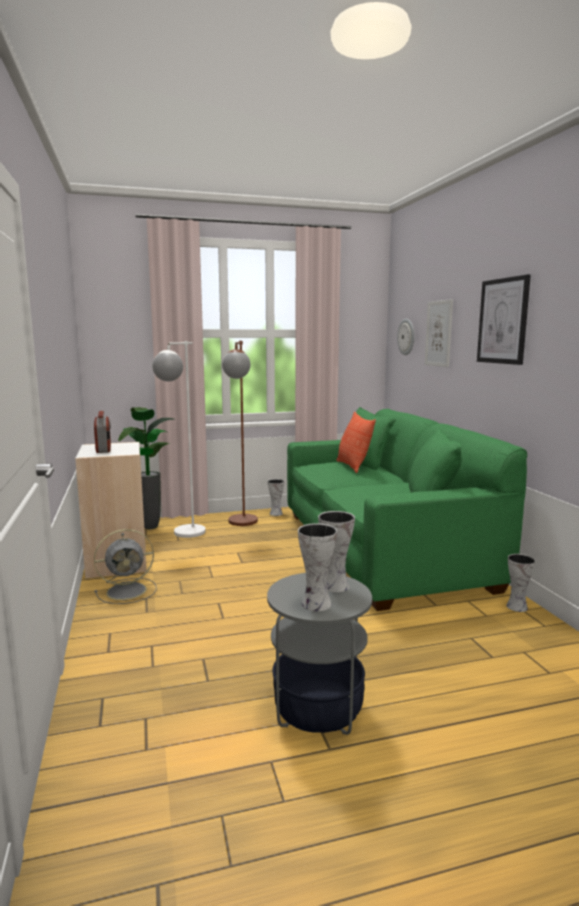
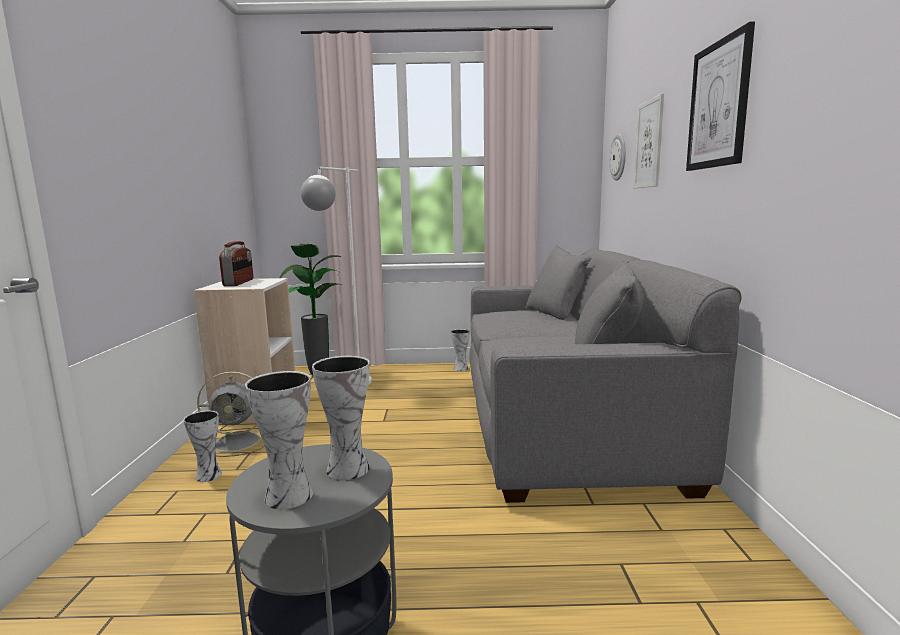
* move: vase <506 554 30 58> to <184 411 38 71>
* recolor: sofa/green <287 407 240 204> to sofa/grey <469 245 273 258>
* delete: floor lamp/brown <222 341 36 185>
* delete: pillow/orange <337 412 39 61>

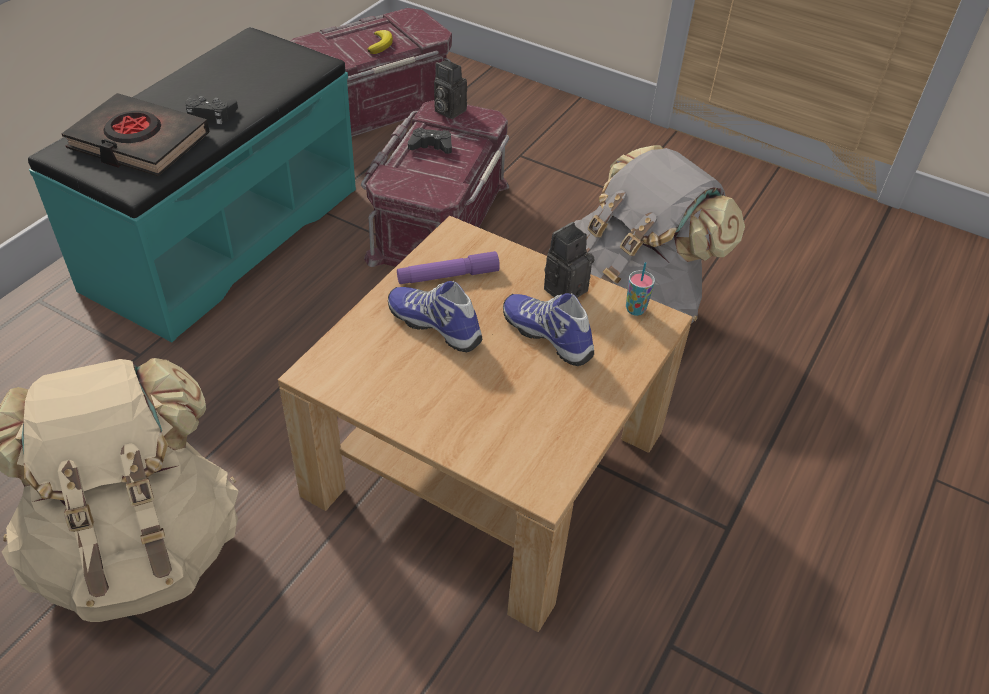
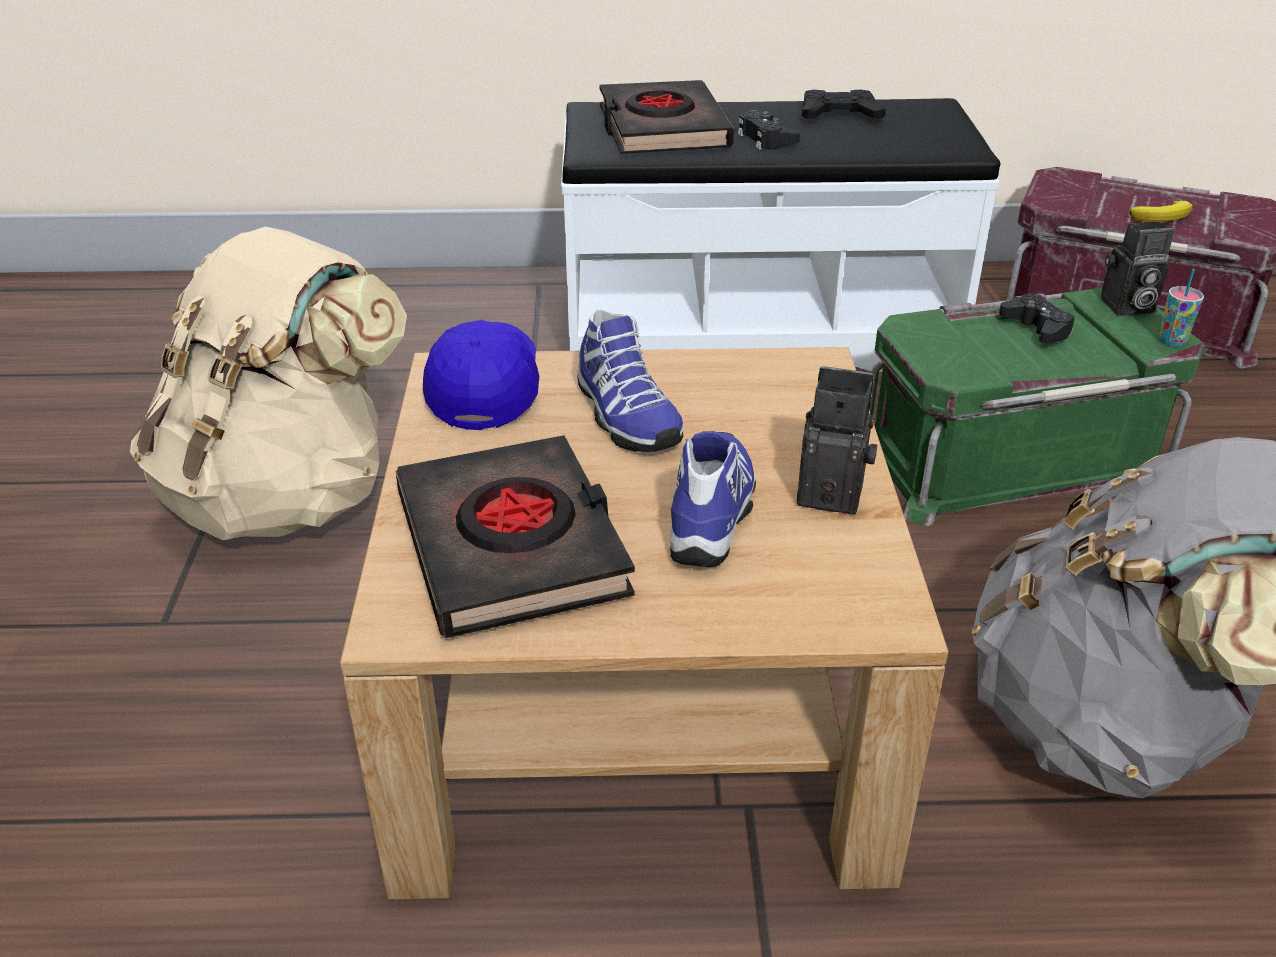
* insert: book/black <396 435 239 203>
* insert: cap/blue <423 320 116 110>
* recolor: bench/turquoise <28 27 328 315> to bench/white <561 98 439 274>
* rotate: shoe <388 281 94 71> = <577 309 106 143> 150 degrees clockwise
* insert: game controller/black <802 89 84 30>
* recolor: storage box/red <361 100 148 167> to storage box/green <870 288 335 238>
* rotate: photo camera <434 59 33 60> = <1101 222 73 94> 105 degrees counterclockwise
* move: cup <626 262 29 54> to <1159 269 45 78>
* delete: flashlight/purple <397 251 103 33>

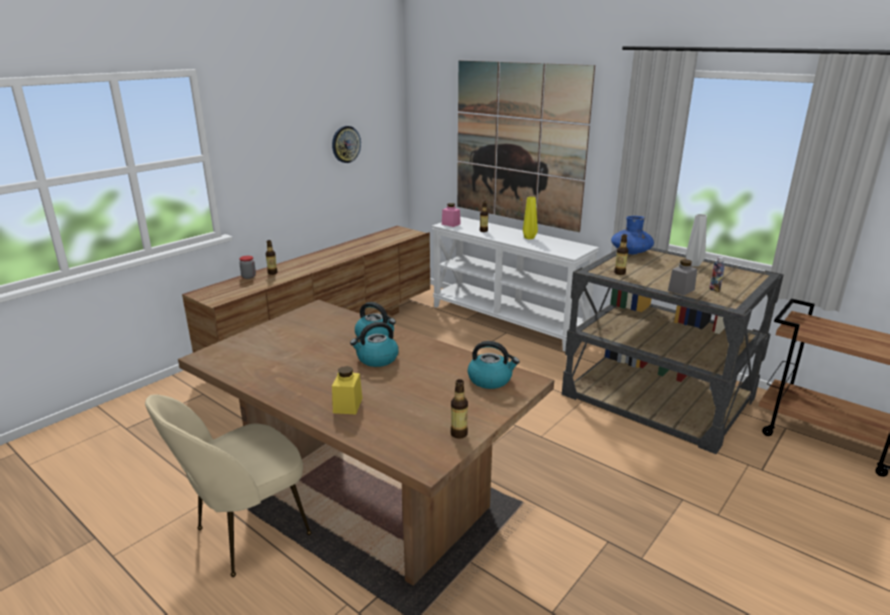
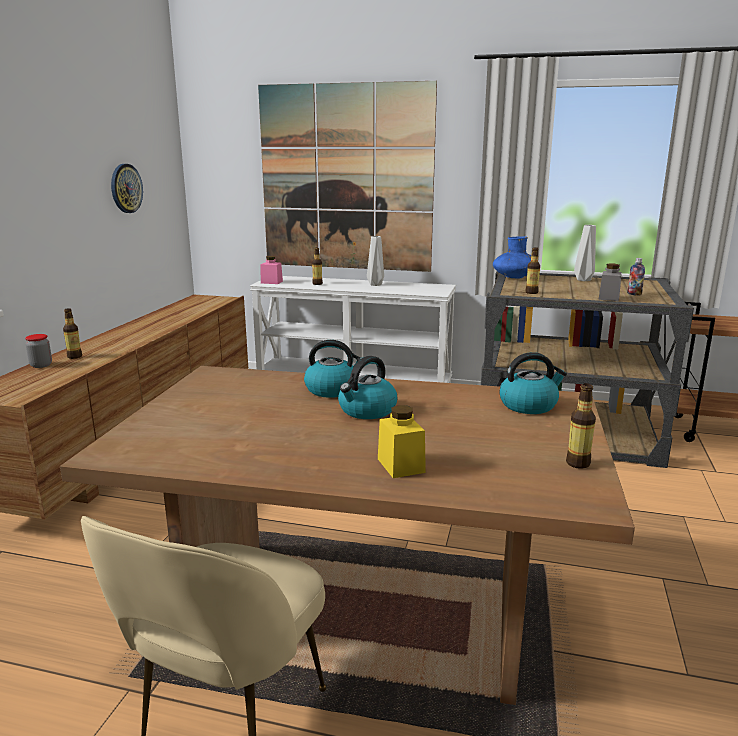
* recolor: vase/yellow <523 197 15 42> to vase/grey <367 236 17 50>

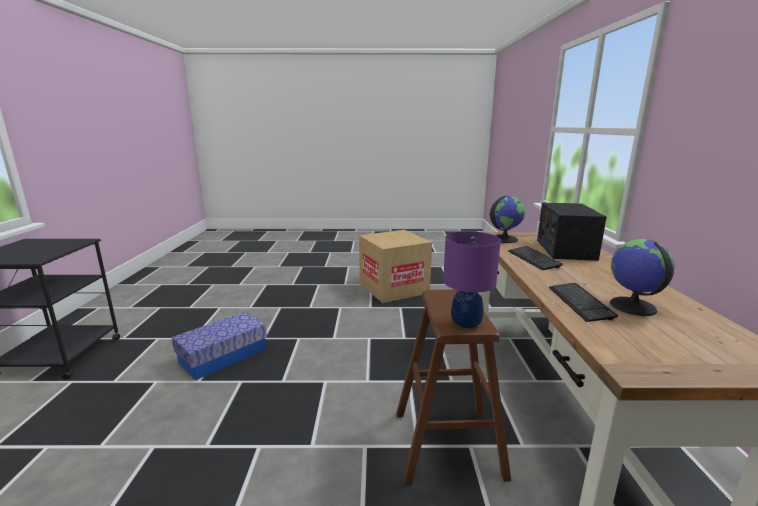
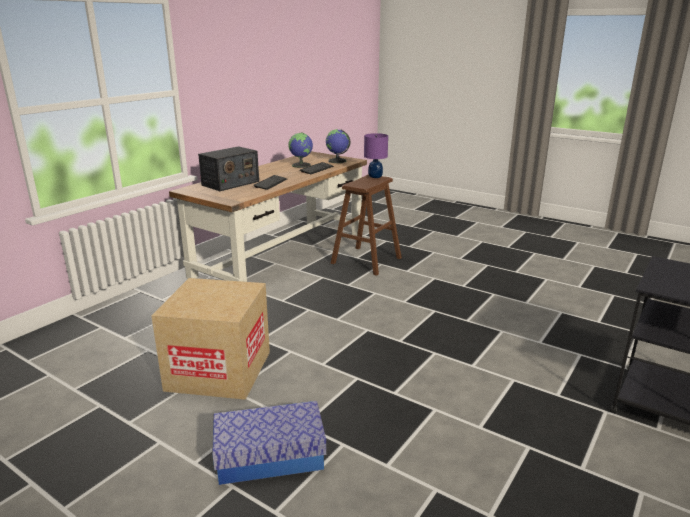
* move: storage box <172 312 95 68> to <212 401 114 84>
* move: globe <490 196 35 47> to <326 129 25 34>

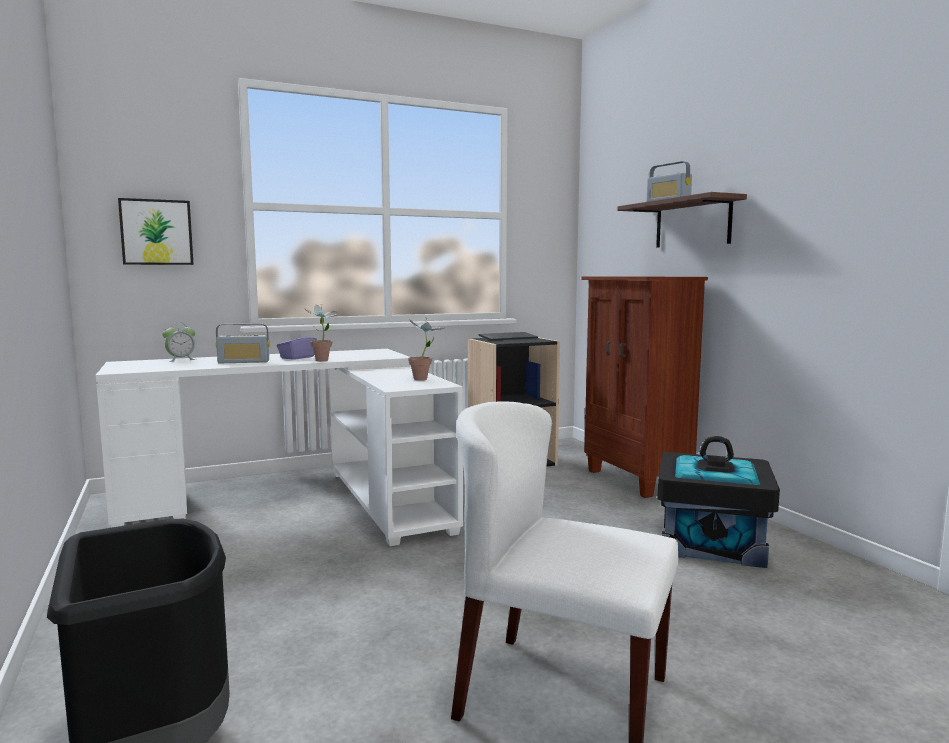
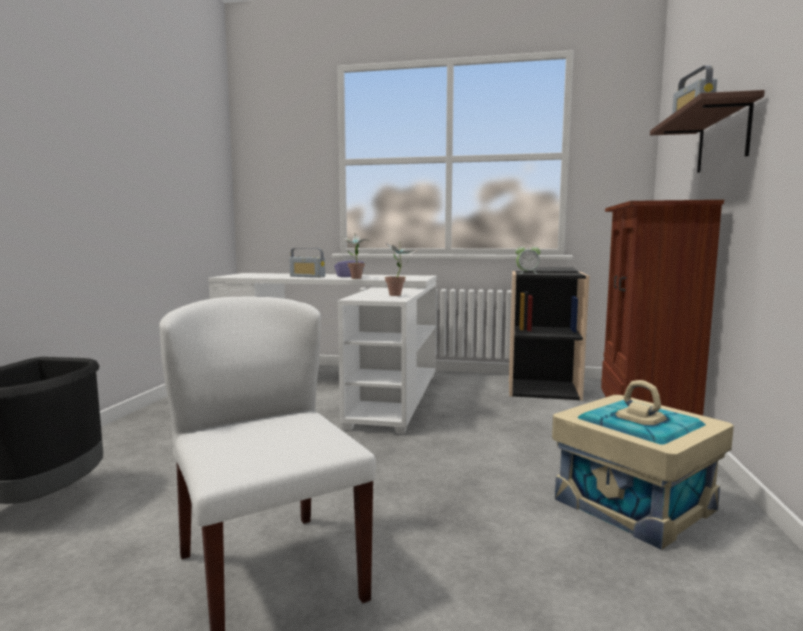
* move: alarm clock <162 322 34 40> to <515 243 26 31>
* recolor: storage box/black <658 436 122 132> to storage box/beige <552 380 182 170>
* delete: picture <118 198 76 67>

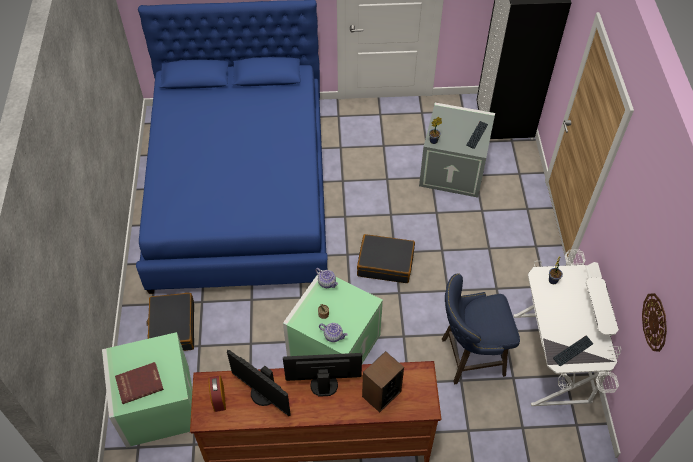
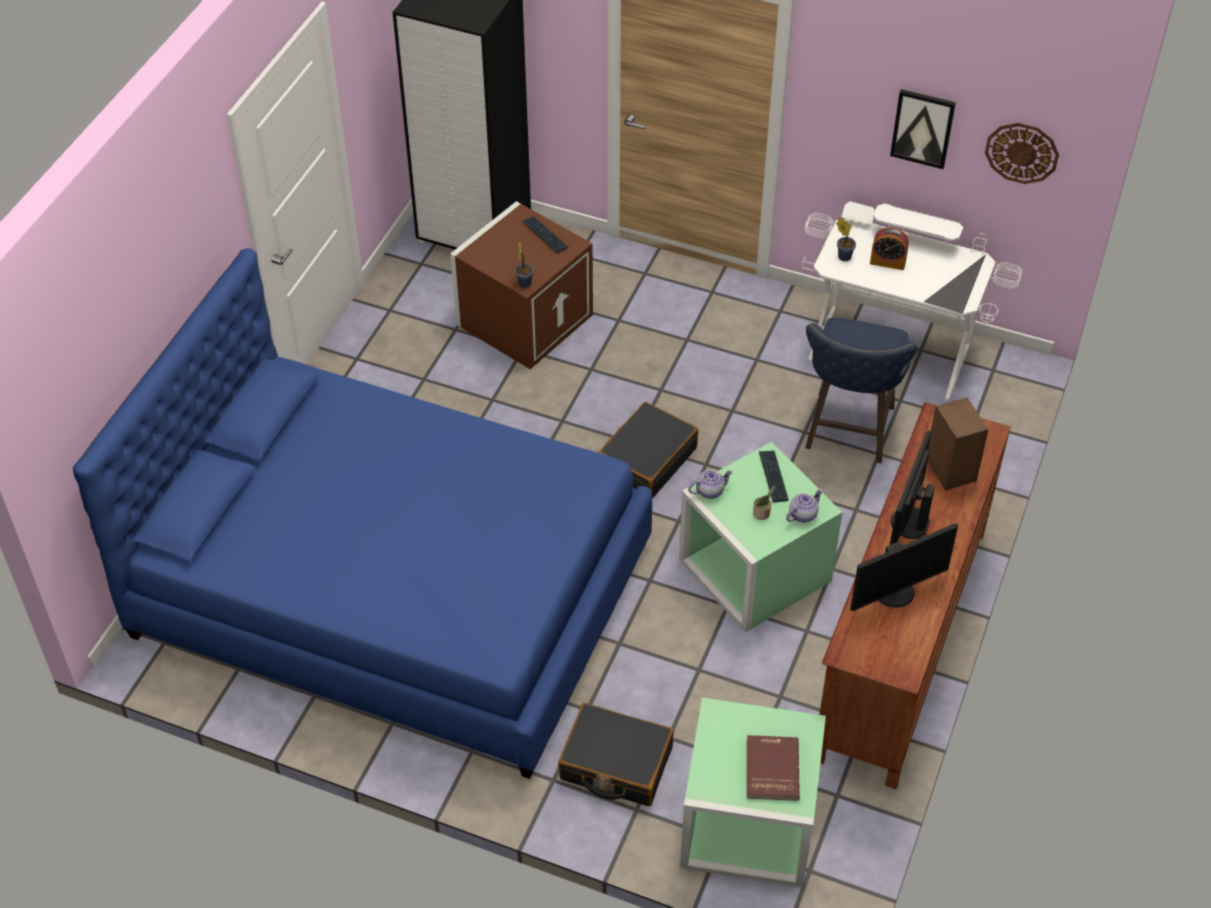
* recolor: storage box/grey <419 103 76 95> to storage box/brown <450 201 143 168>
* move: keyboard <553 335 41 31> to <759 450 30 52>
* move: alarm clock <208 376 18 36> to <870 227 39 43>
* insert: picture <890 89 66 80>

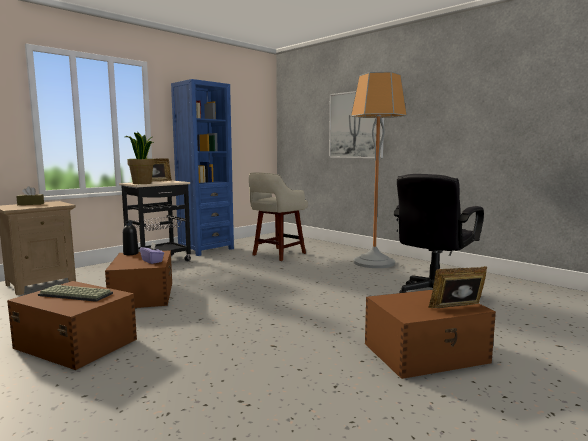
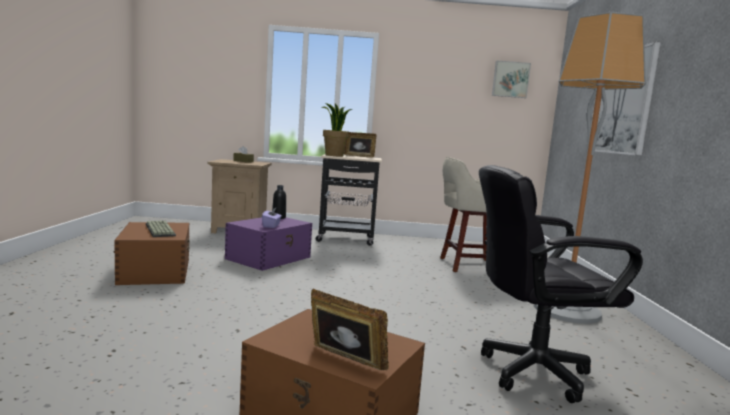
* recolor: storage box/brown <105 250 67 58> to storage box/purple <225 217 87 54>
* insert: picture <492 61 39 37>
* delete: bookcase/blue <171 79 63 177>

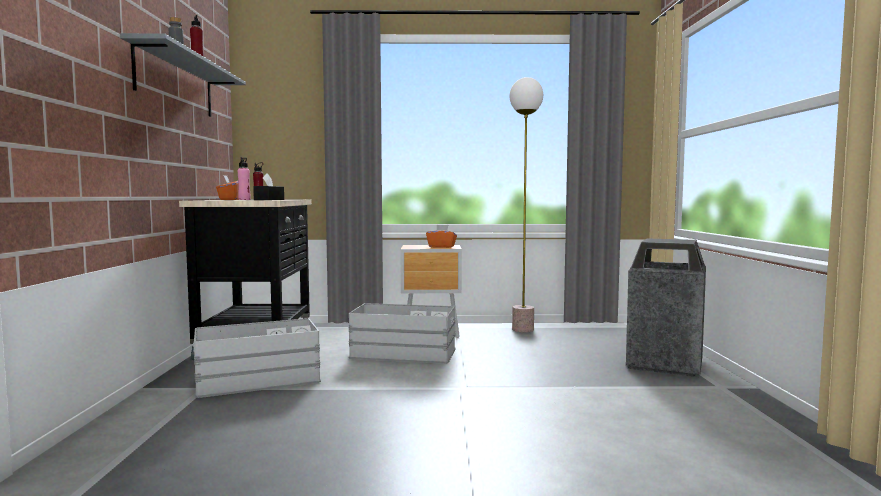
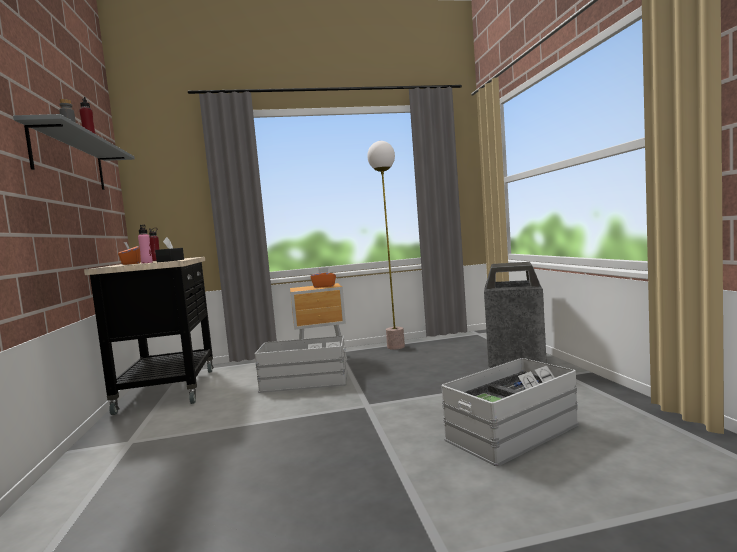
* move: storage box/grey <193 318 128 80> to <441 358 138 108>

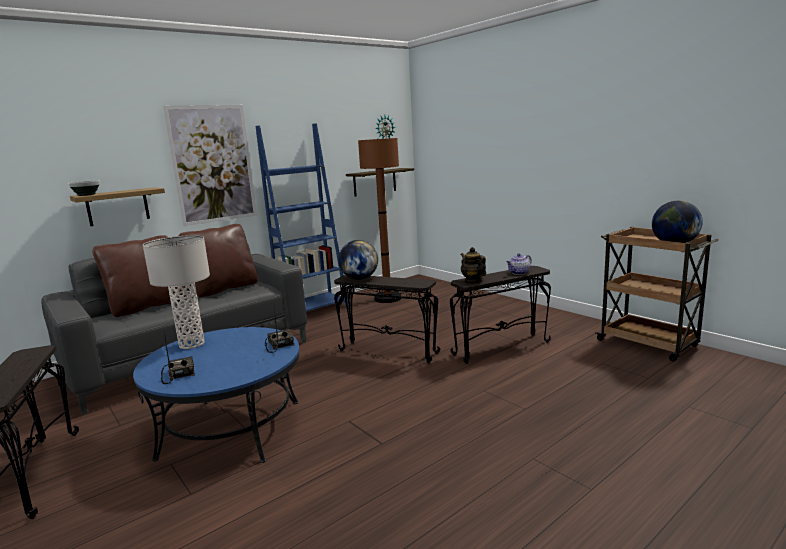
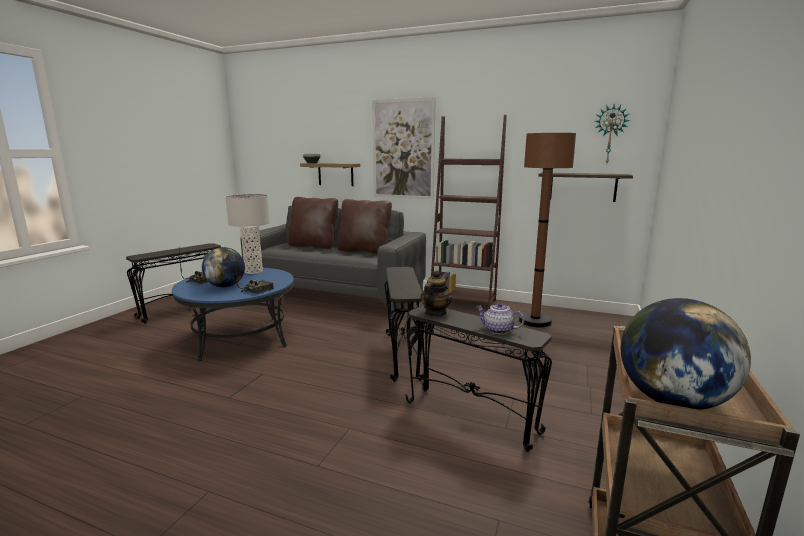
* move: globe <338 240 40 40> to <202 247 43 40>
* recolor: bookcase/blue <256 123 93 189> to bookcase/brown <431 115 76 195>

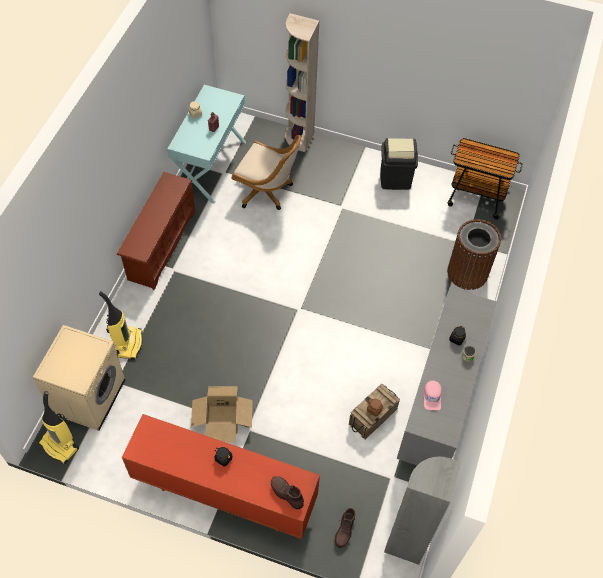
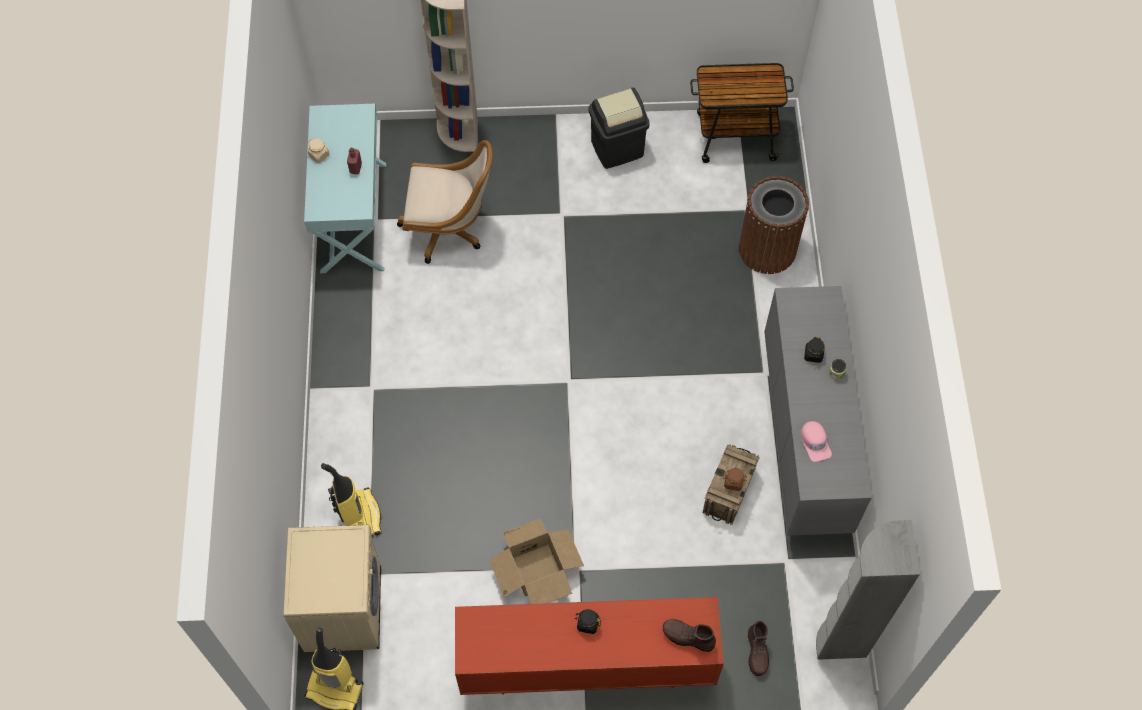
* delete: shoe rack/brown <117 172 78 118>

